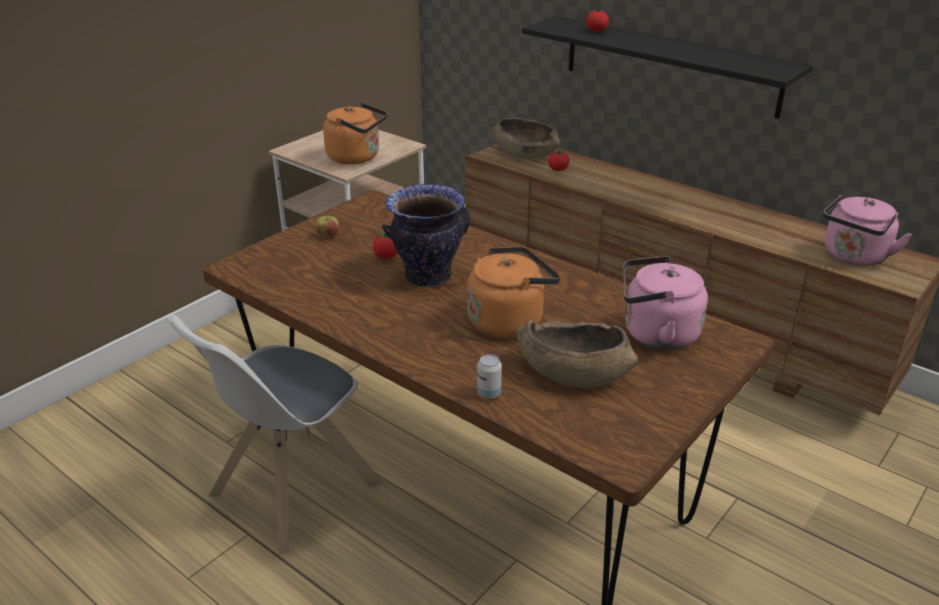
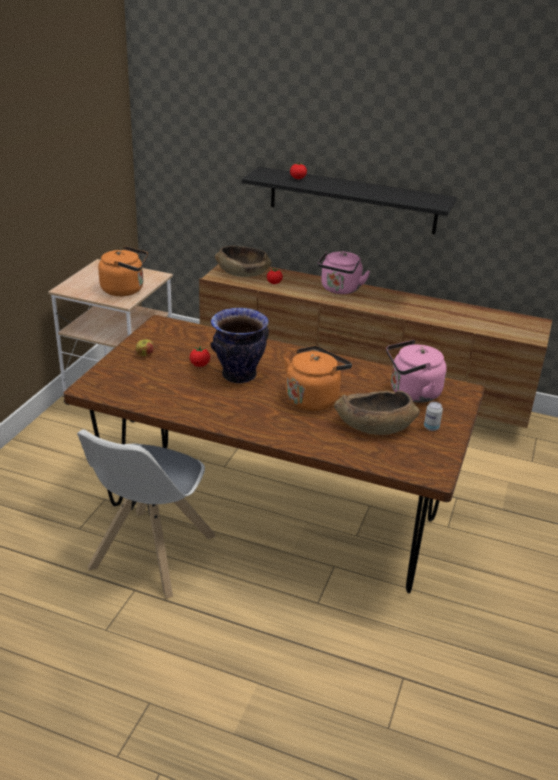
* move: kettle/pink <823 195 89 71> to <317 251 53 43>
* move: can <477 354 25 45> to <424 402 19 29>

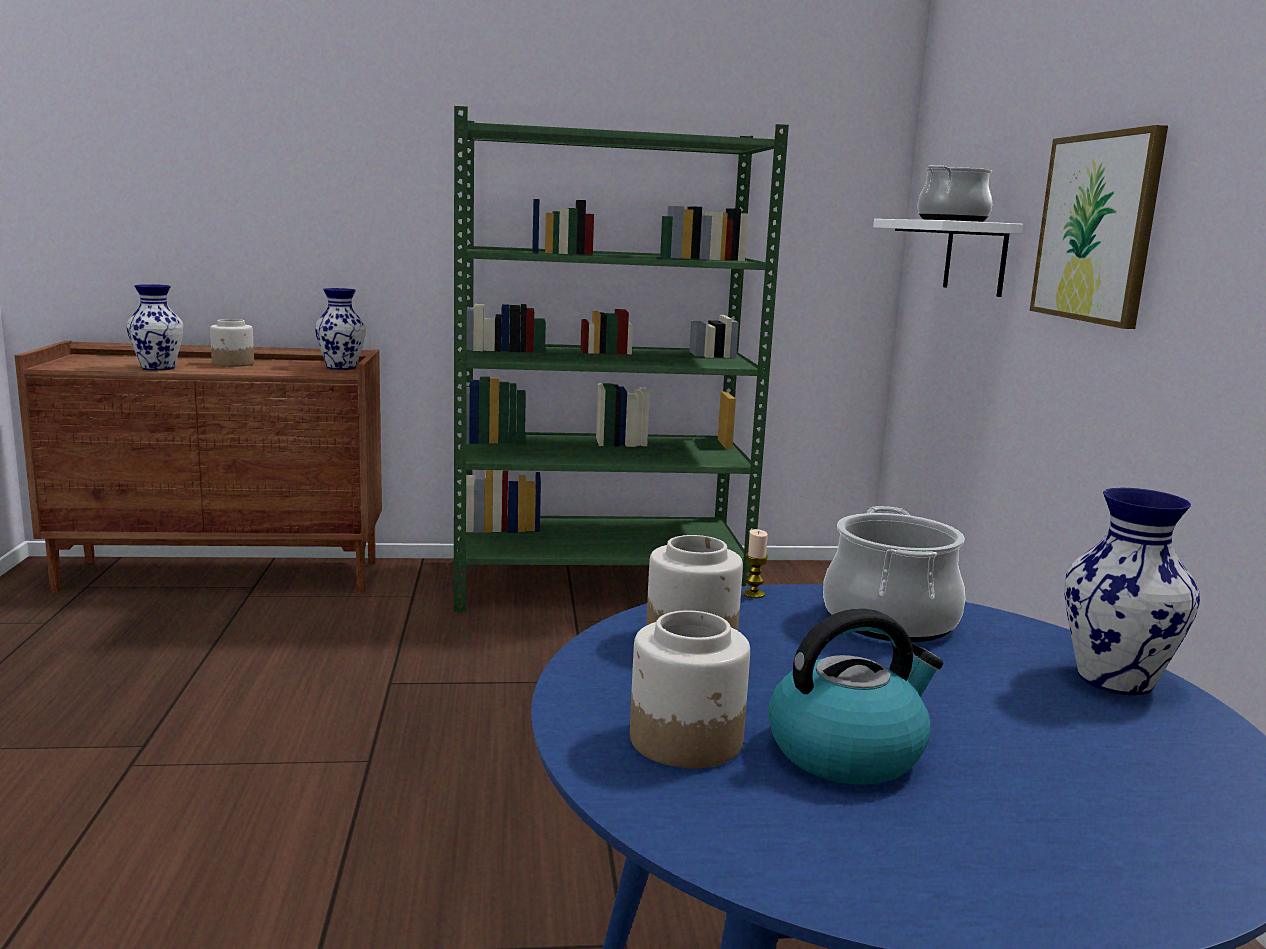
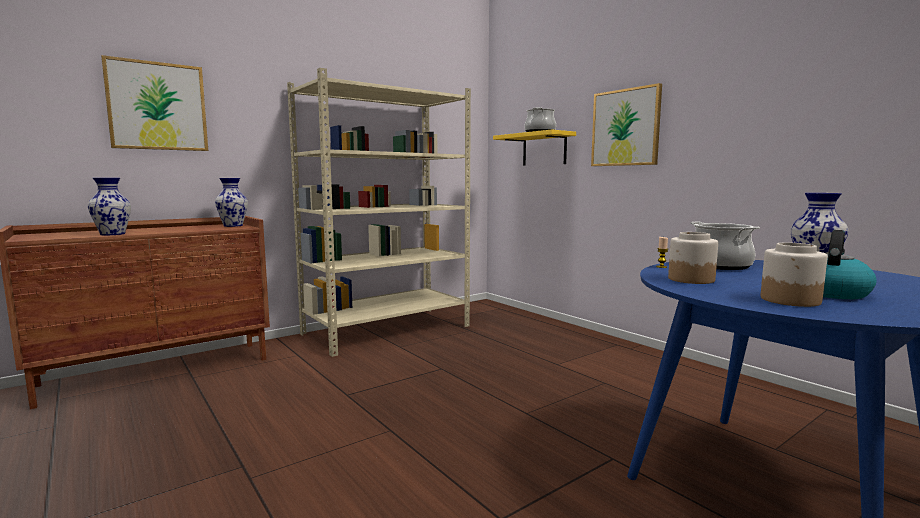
* insert: picture <101 55 107 96>
* recolor: bookcase/green <454 106 335 506> to bookcase/beige <287 68 184 289>
* recolor: shelf/white <873 219 150 78> to shelf/yellow <493 129 83 37>
* delete: jar <210 319 44 48>

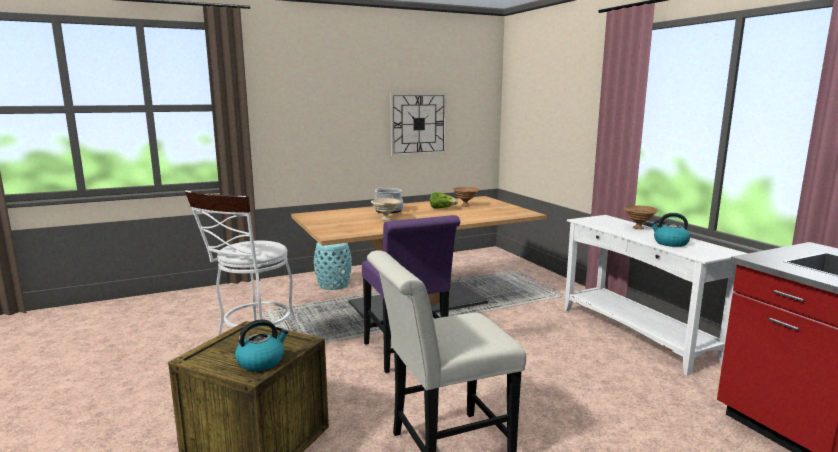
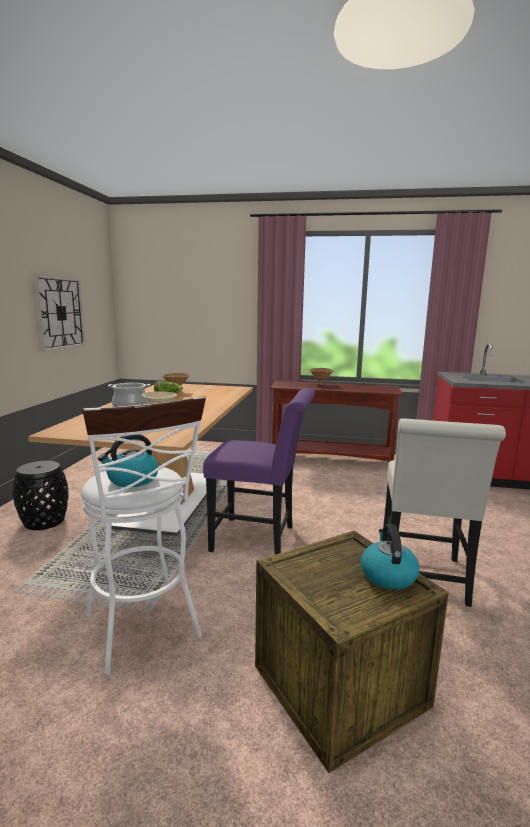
* recolor: stool/turquoise <314 242 38 48> to stool/black <13 461 56 69>
* move: kettle <650 213 40 34> to <98 434 61 53>
* recolor: console table/white <564 215 184 161> to console table/brown <270 381 133 81>

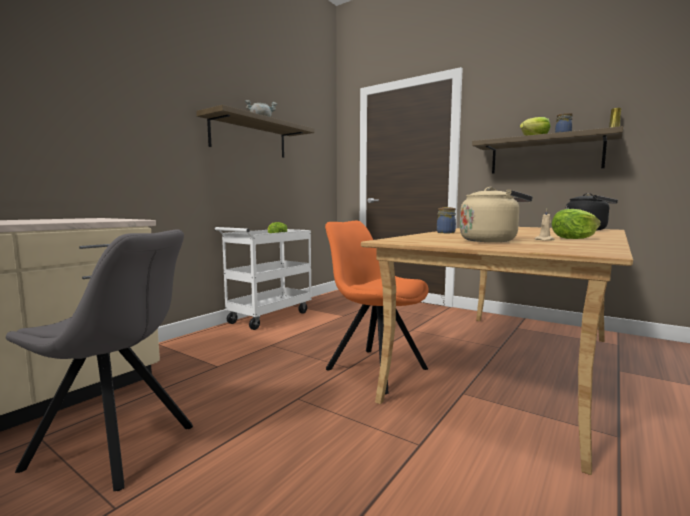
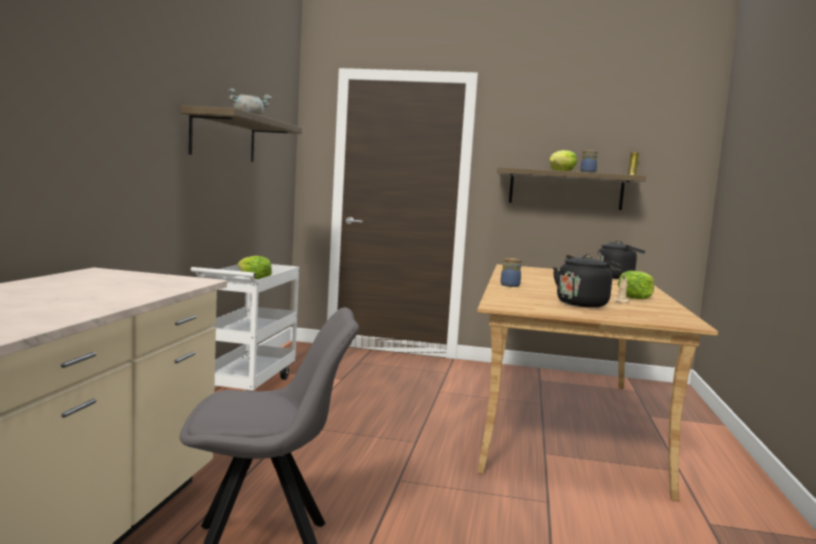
* recolor: kettle/beige <460 187 73 55> to kettle/black <553 254 69 54>
* delete: chair/orange <325 221 104 173>

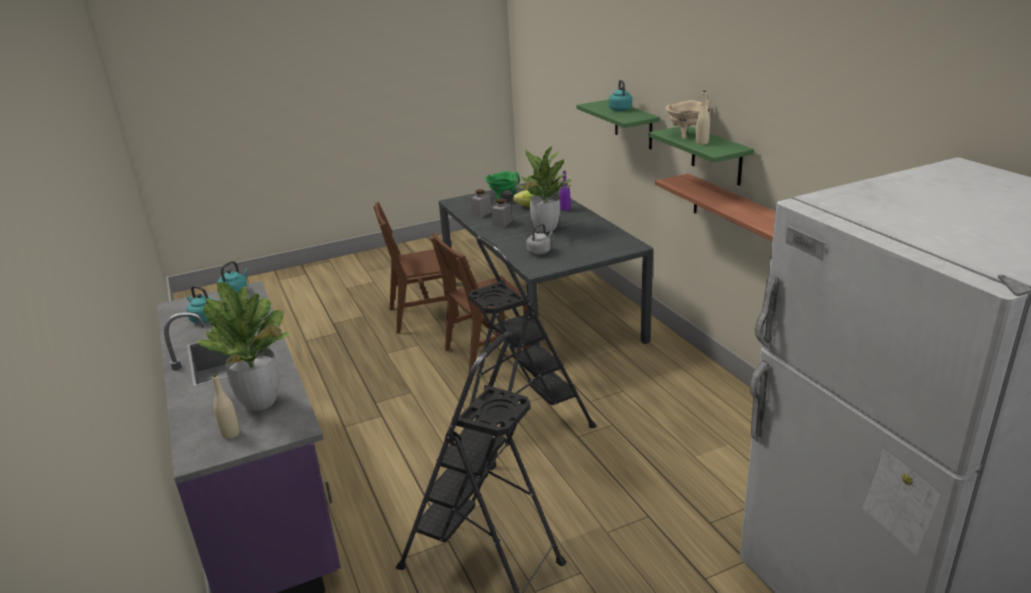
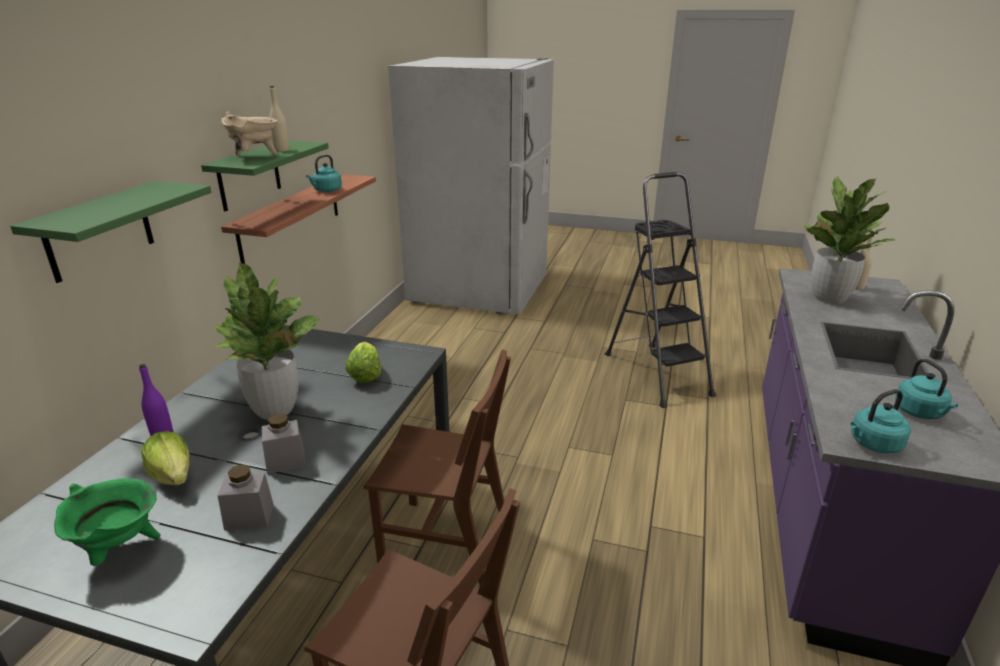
* move: kettle/turquoise <609 80 23 31> to <306 154 36 38>
* replace: kettle/grey <526 223 27 32> to lettuce <346 342 35 41>
* delete: step ladder <461 236 136 234>

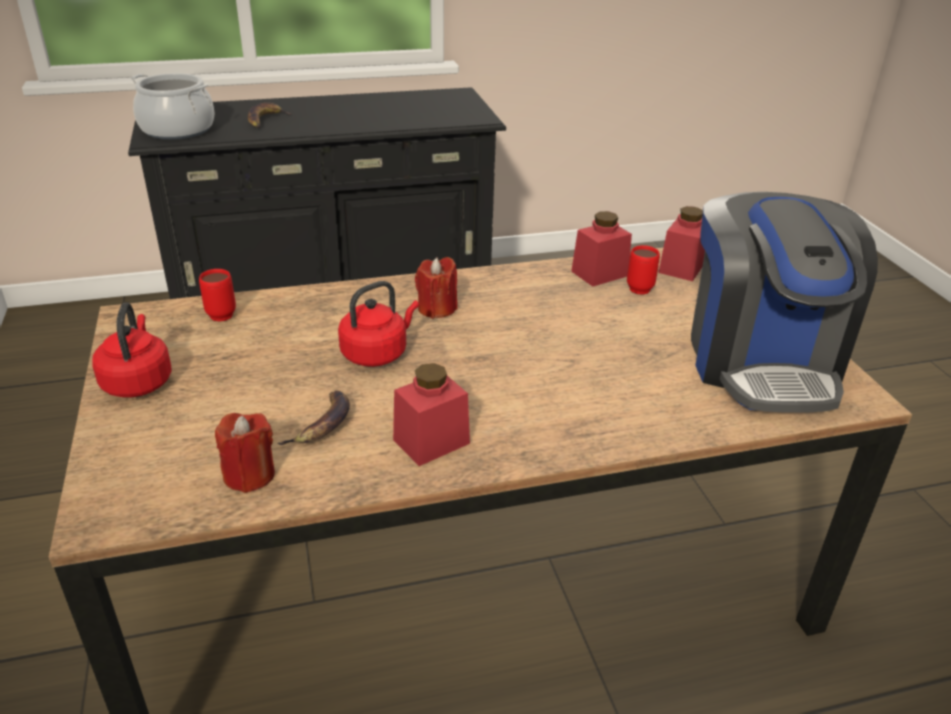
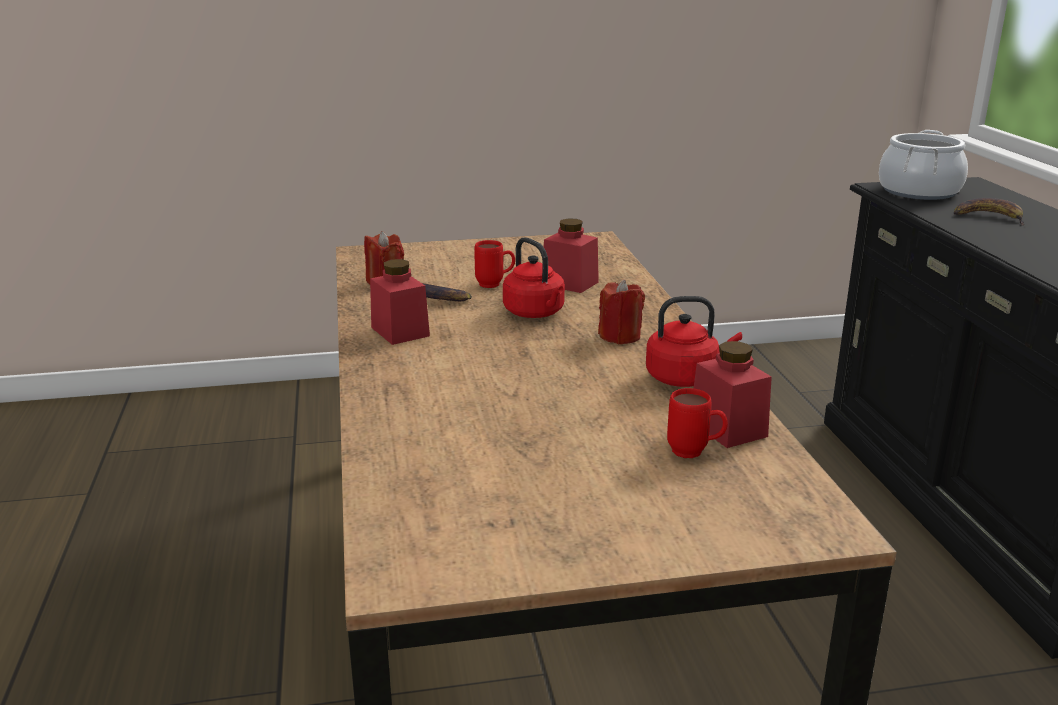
* move: mug/red <199 269 37 53> to <474 240 41 48>
* move: jar/red <658 206 47 75> to <544 218 55 75>
* move: kettle/red <92 302 80 95> to <646 296 96 91>
* delete: coffee machine <691 192 187 221>

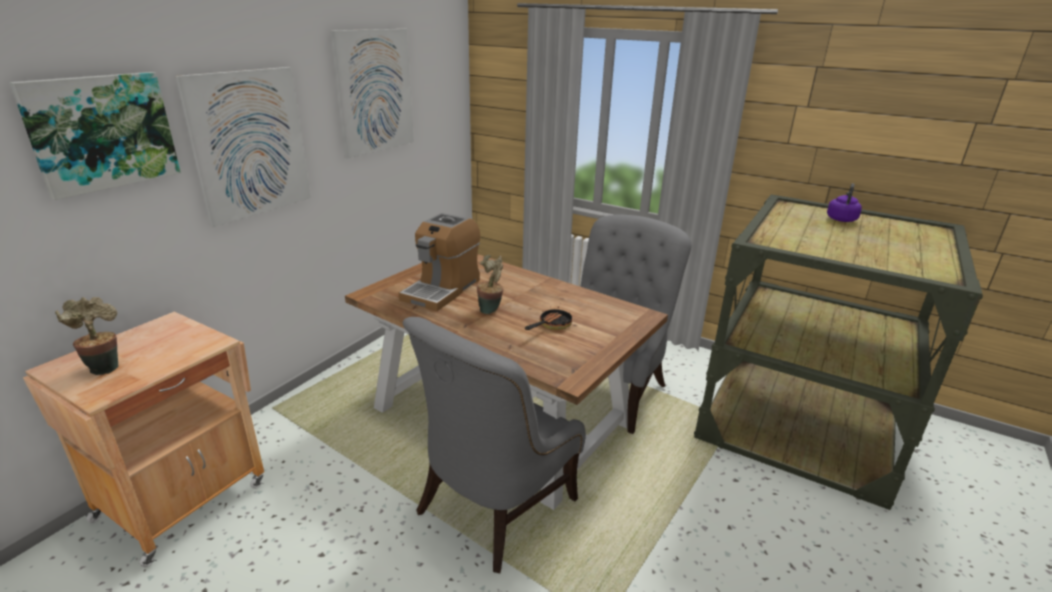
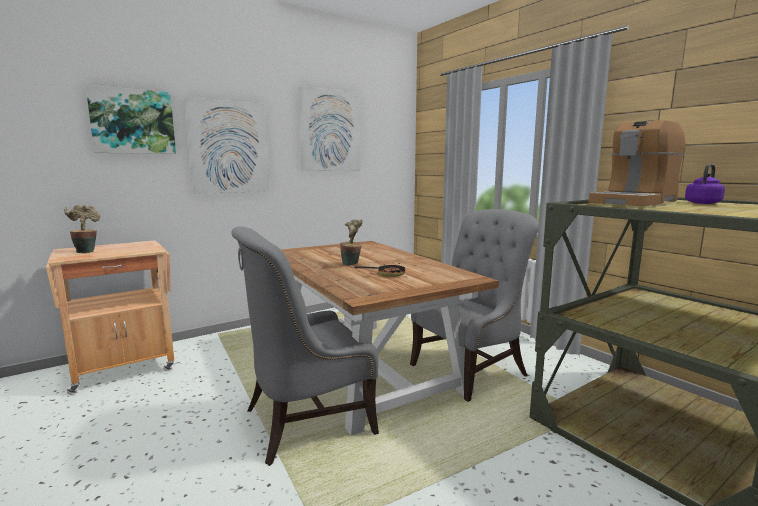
* move: coffee machine <399 213 81 98> to <589 120 97 86>

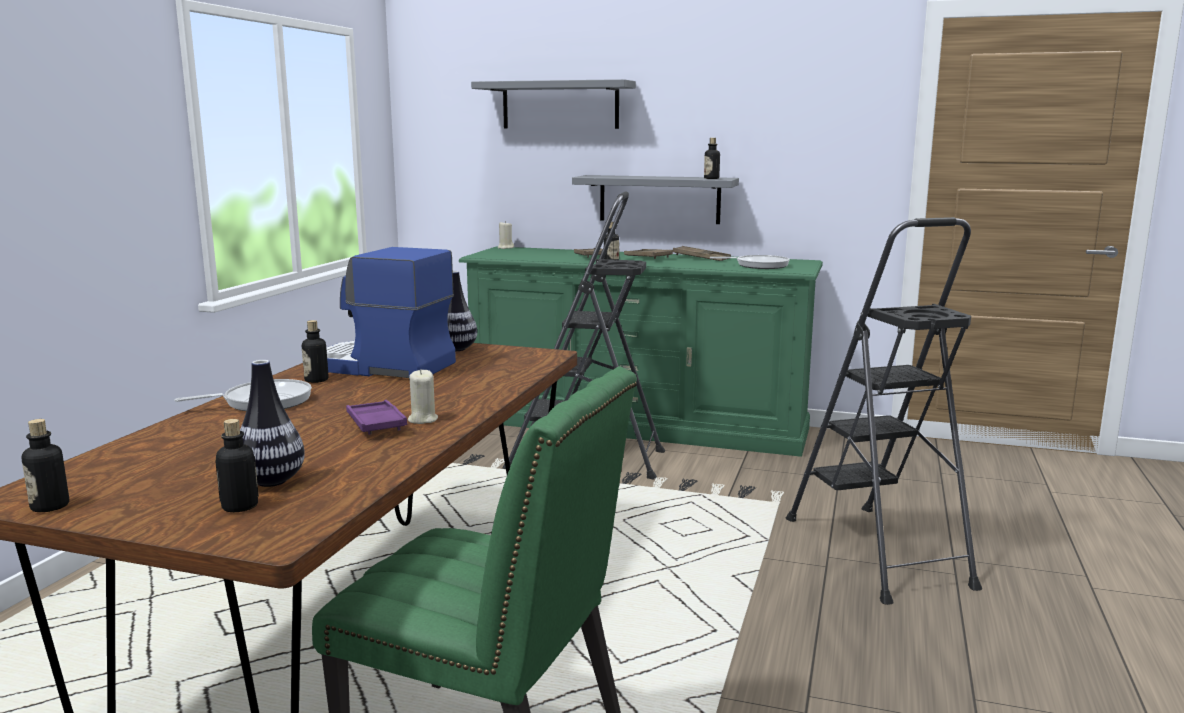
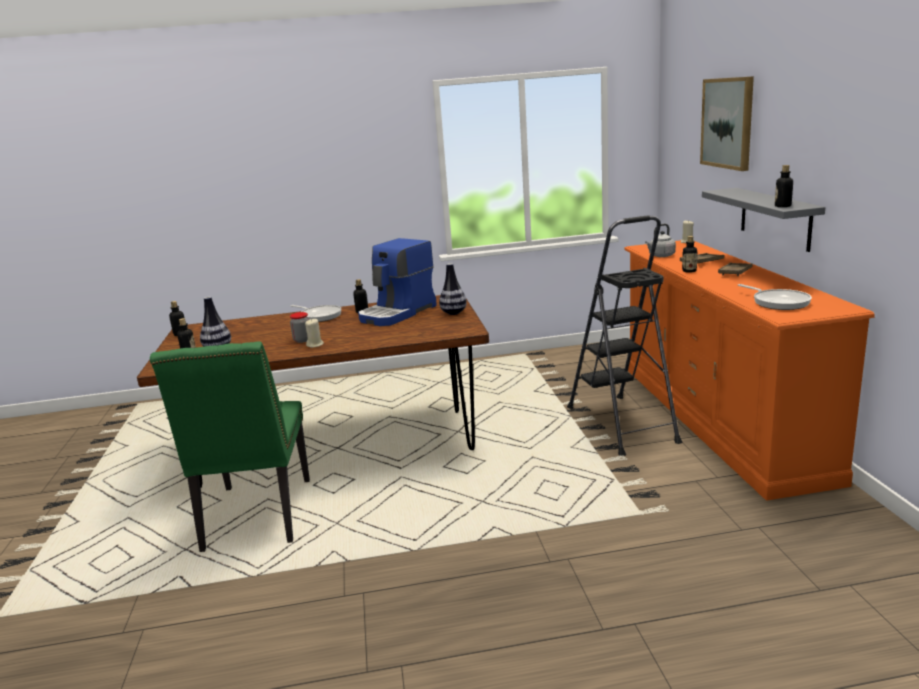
* replace: tray/purple <346 400 61 35> to jar <290 312 19 31>
* rotate: coffee machine <326 247 130 133> = <358 238 79 88> 135 degrees counterclockwise
* recolor: cabinet/green <459 246 364 211> to cabinet/orange <624 240 251 261>
* insert: kettle/grey <645 224 31 33>
* replace: shelf/grey <471 79 165 50> to picture <700 76 54 95>
* delete: tray/brown <673 246 58 15>
* delete: step ladder <786 217 196 388>

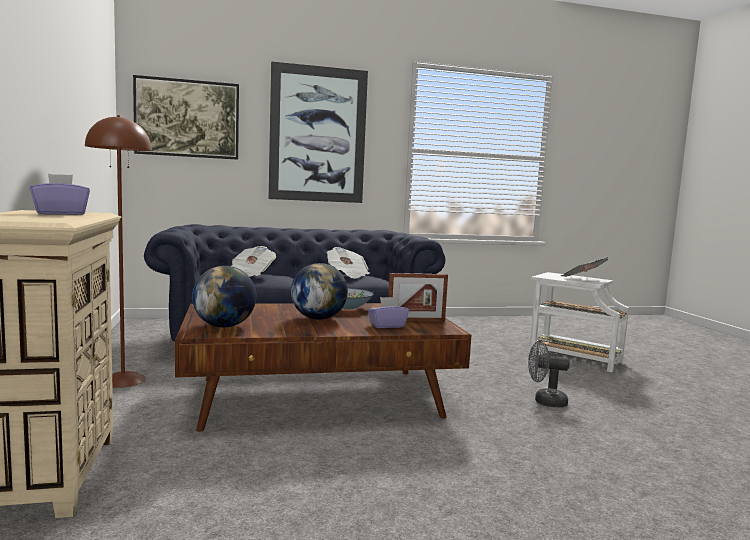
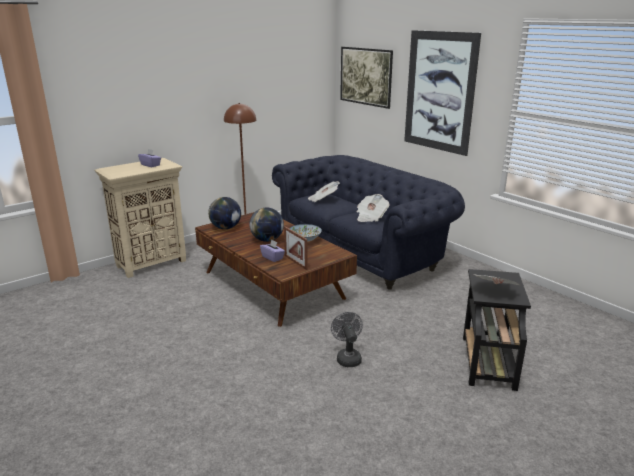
* recolor: side table/white <529 272 100 100> to side table/black <463 269 68 122>

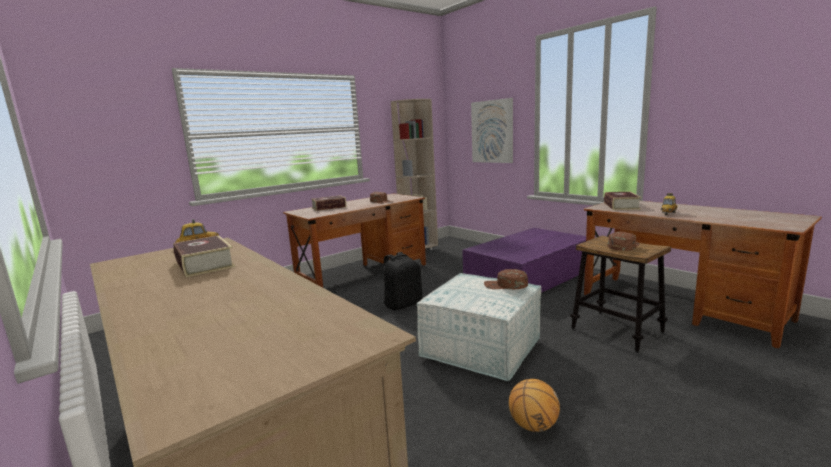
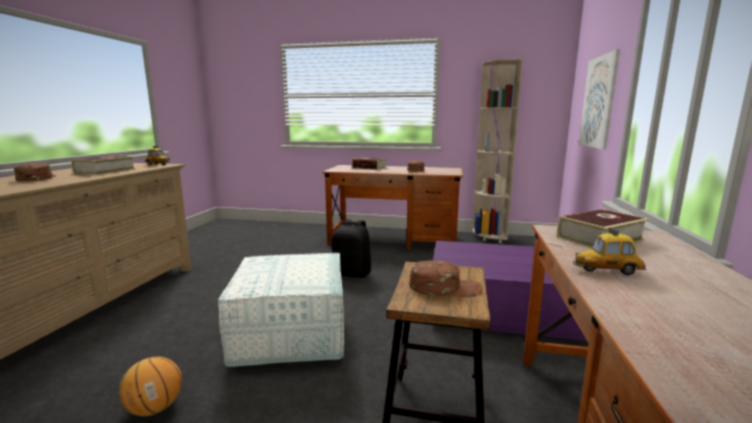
* move: cap/brown <484 269 44 20> to <14 163 42 18>

